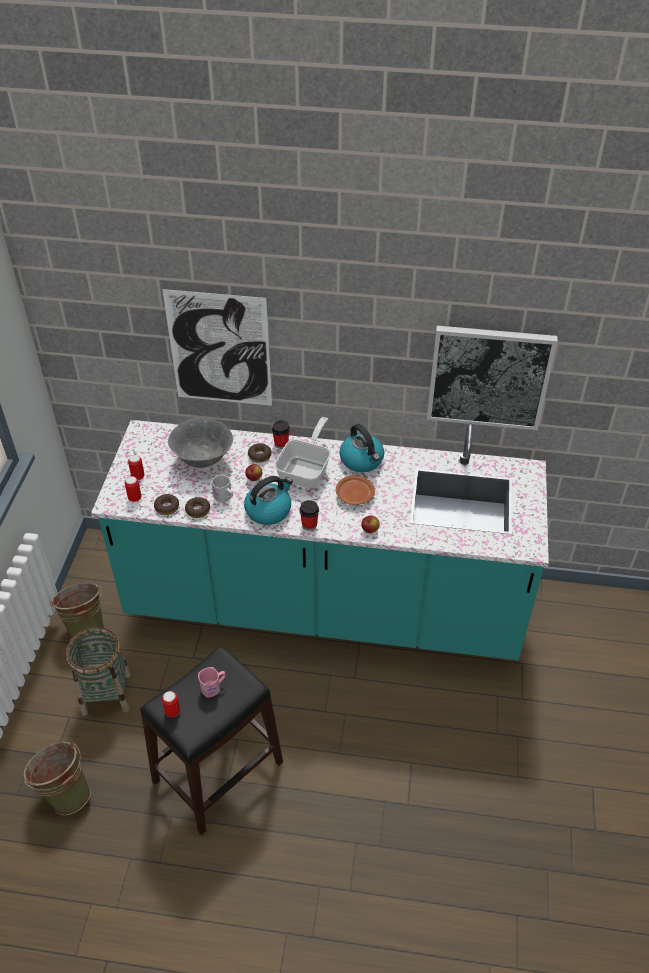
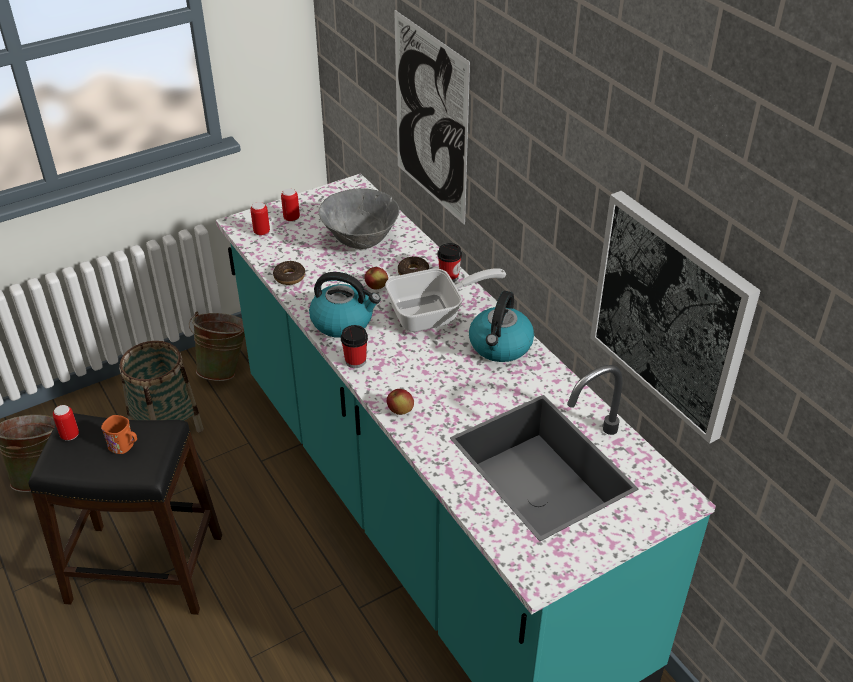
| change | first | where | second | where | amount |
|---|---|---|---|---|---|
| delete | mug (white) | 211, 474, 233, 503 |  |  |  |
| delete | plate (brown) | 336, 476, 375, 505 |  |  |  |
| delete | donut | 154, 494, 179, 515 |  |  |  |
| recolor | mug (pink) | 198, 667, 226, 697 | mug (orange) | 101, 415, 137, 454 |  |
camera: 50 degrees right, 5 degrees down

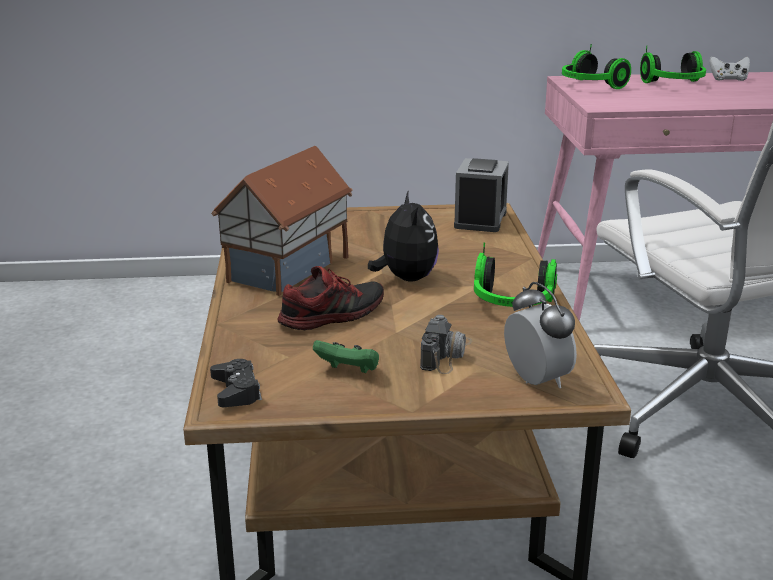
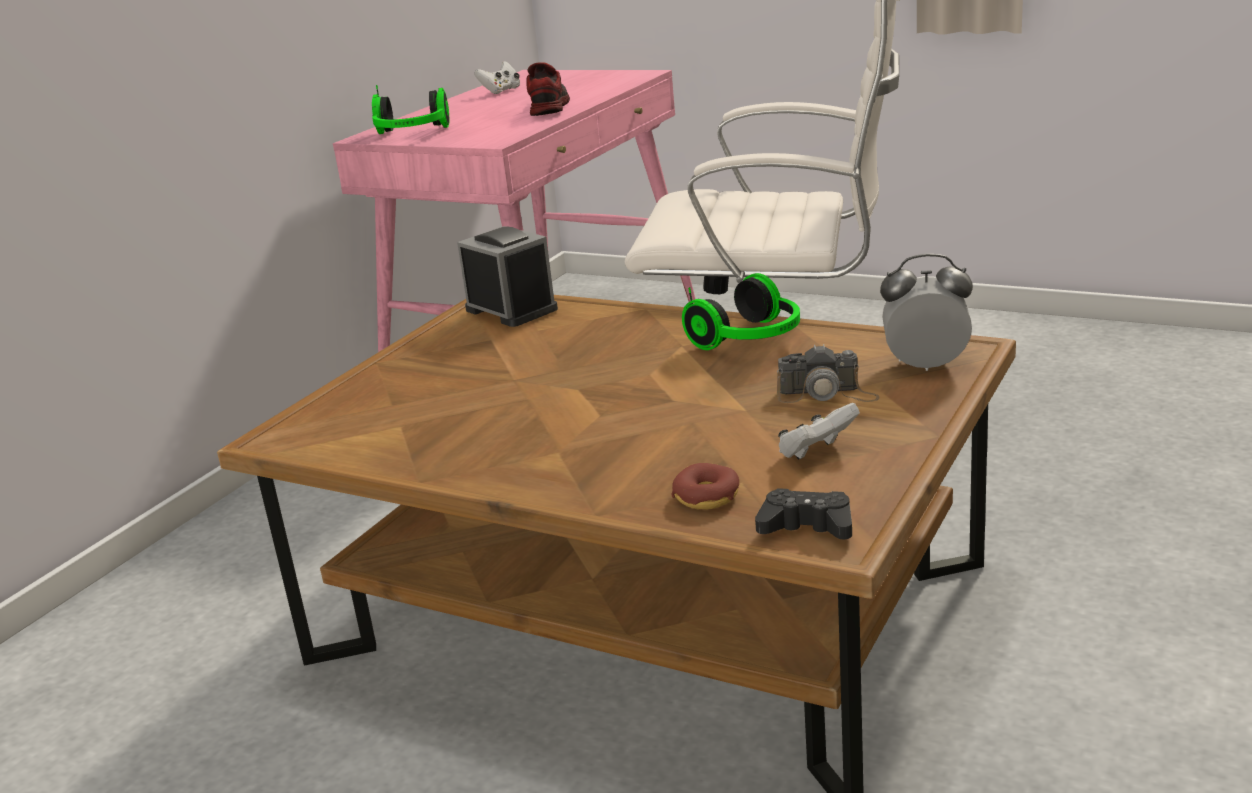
| change | first | where | second | where | amount |
|---|---|---|---|---|---|
| delete | headphones | 640, 46, 706, 83 |  |  |  |
| delete | toy house | 211, 146, 353, 296 |  |  |  |
| delete | plush toy | 368, 190, 439, 281 |  |  |  |
| move | shoe | 277, 266, 384, 330 |  | 526, 62, 570, 116 |  |
| rotate | photo camera | 420, 315, 473, 374 |  | 777, 344, 879, 403 | 135 degrees clockwise |
| recolor | game controller (green) | 313, 340, 379, 373 | game controller (white) | 778, 403, 860, 460 |  |
| insert |  |  | donut | 672, 463, 739, 510 |  |
camera: 55 degrees left, 0 degrees up

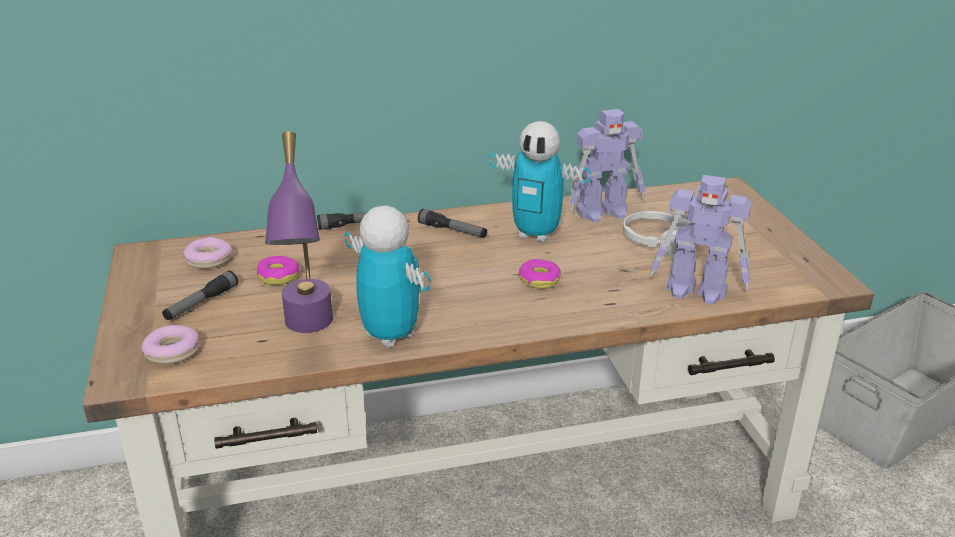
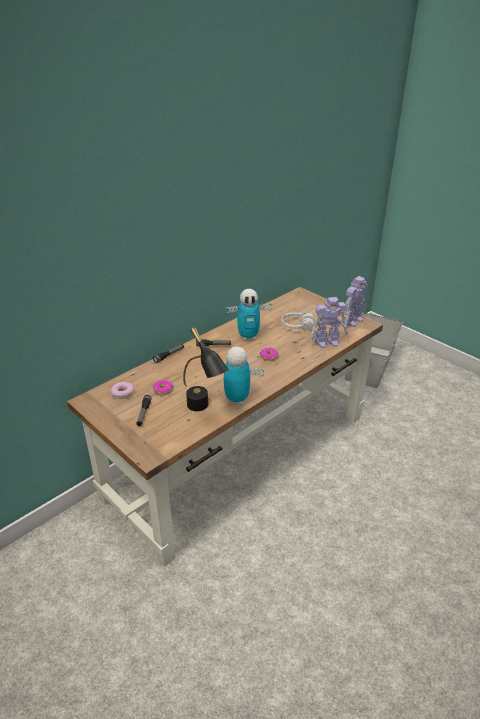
| change | first | where | second | where | amount |
|---|---|---|---|---|---|
| move | toy robot | 569, 109, 645, 223 |  | 342, 276, 367, 327 |  |
| recolor | table lamp (purple) | 265, 131, 333, 333 | table lamp (black) | 183, 327, 229, 411 |  |
| delete | donut | 141, 325, 199, 364 |  |  |  |
camera: 30 degrees left, 5 degrees up

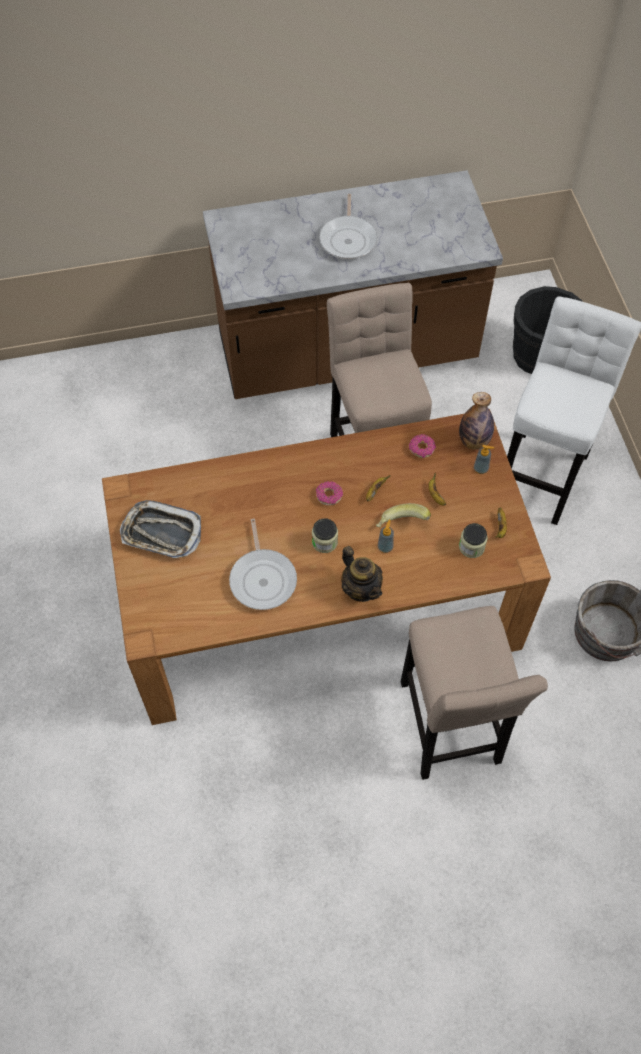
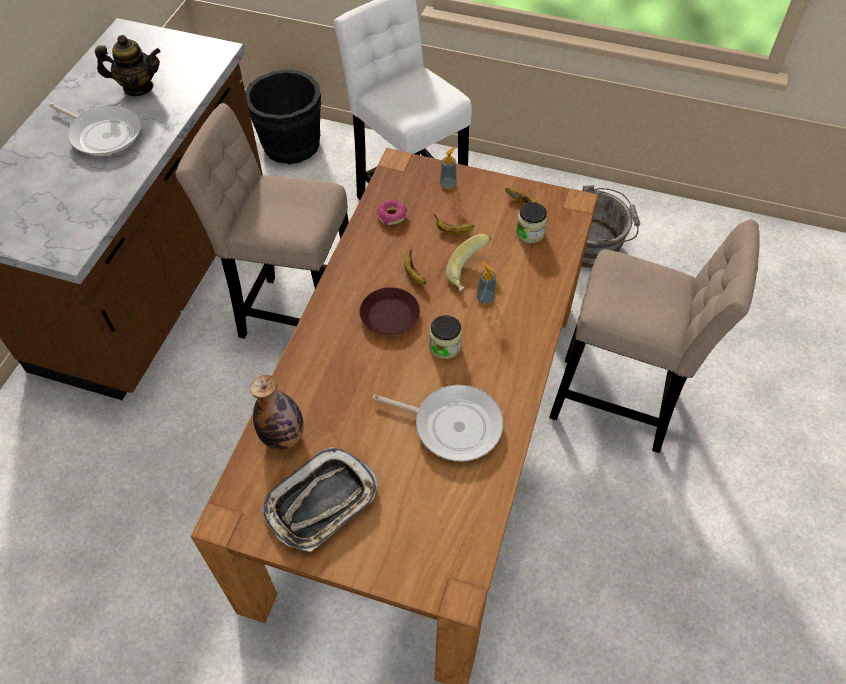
| change | first | where | second | where | amount |
|---|---|---|---|---|---|
| move | bottle | 459, 392, 494, 450 |  | 250, 375, 304, 450 |  |
| replace | donut | 316, 481, 343, 506 | plate (brown) | 360, 287, 420, 336 |  |
| move | teapot | 341, 546, 383, 602 |  | 95, 35, 161, 96 |  |
camera: 60 degrees left, 5 degrees down

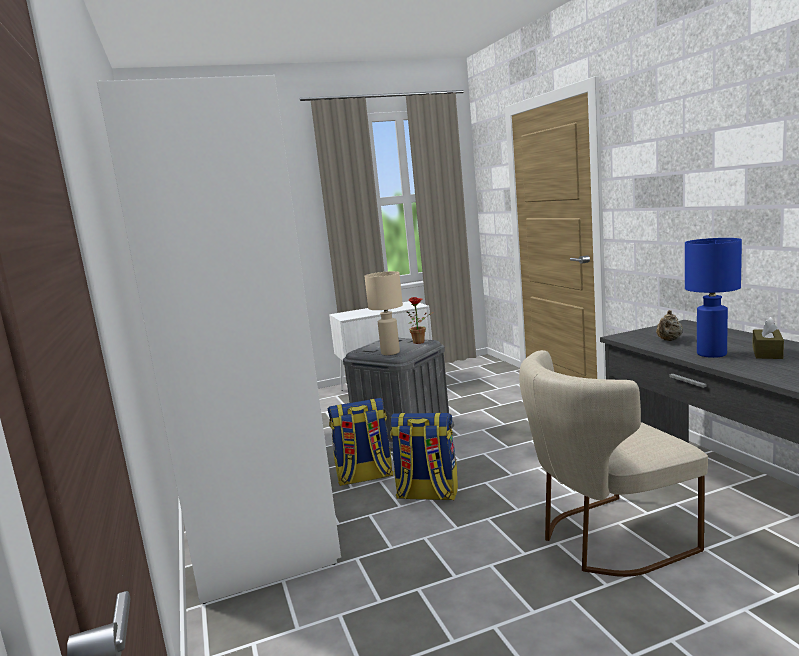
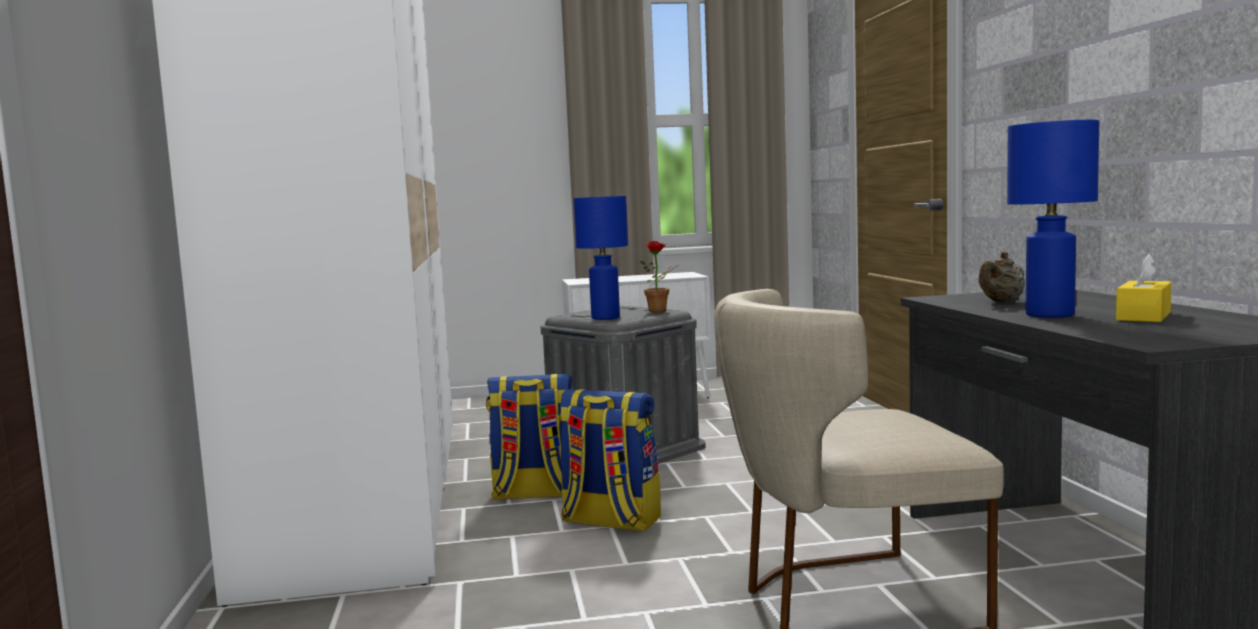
| change | first | where | second | where | amount |
|---|---|---|---|---|---|
| recolor | table lamp (beige) | 364, 271, 403, 355 | table lamp (blue) | 574, 196, 628, 320 |  |
| recolor | tissue box (brown) | 752, 317, 784, 359 | tissue box (yellow) | 1116, 254, 1172, 322 |  |
camera: 10 degrees right, 5 degrees down

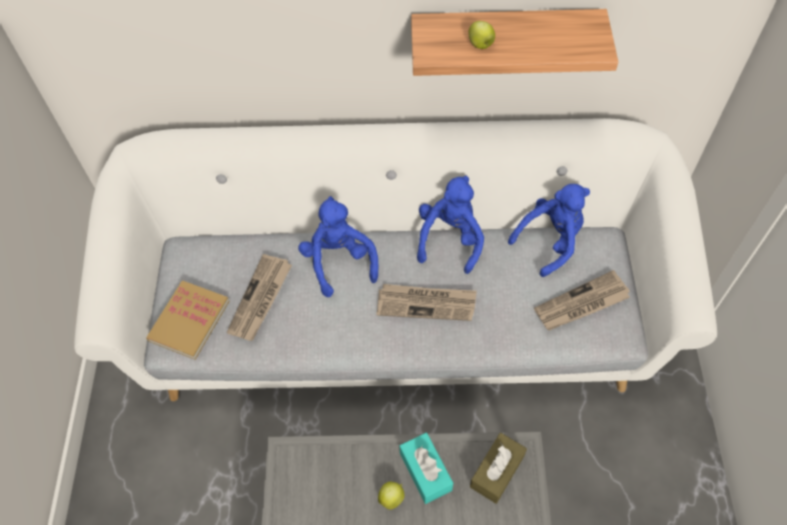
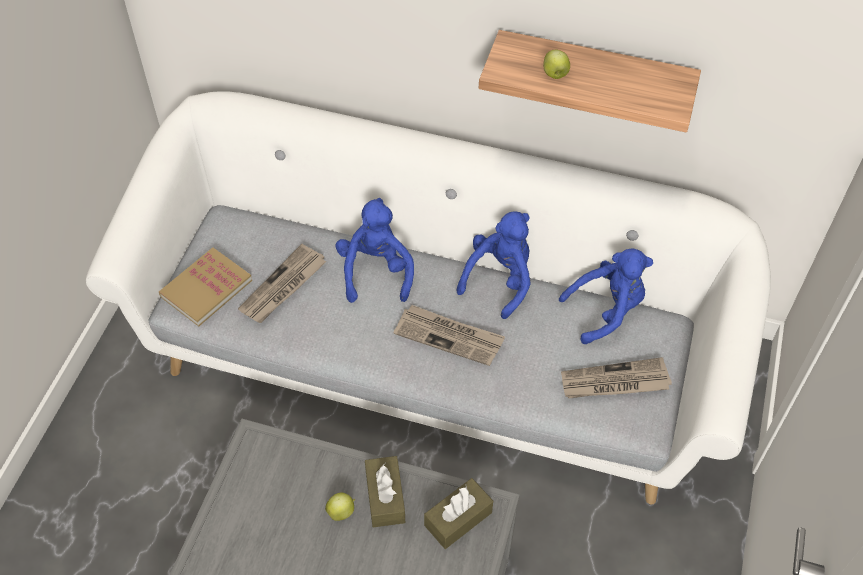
| change | first | where | second | where | amount |
|---|---|---|---|---|---|
| recolor | tissue box (turquoise) | 400, 433, 453, 504 | tissue box (brown) | 365, 456, 405, 527 |  |
camera: 15 degrees right, 5 degrees down

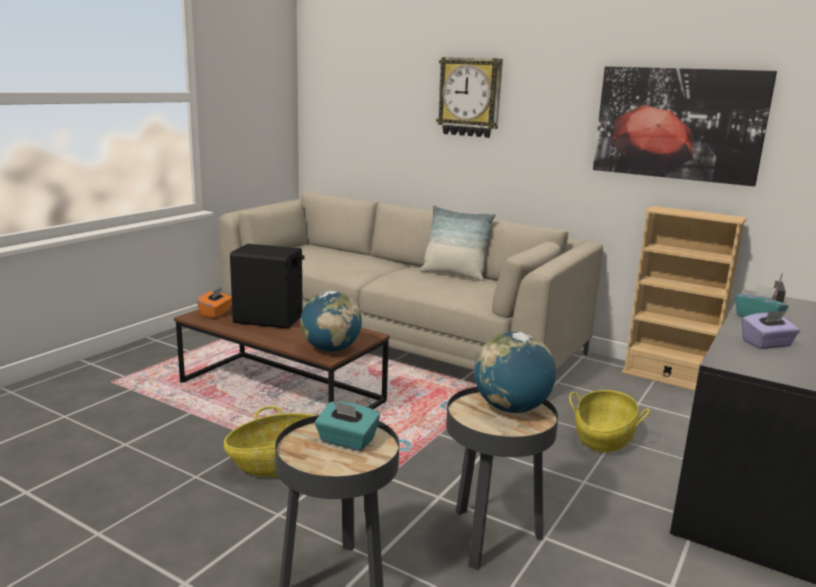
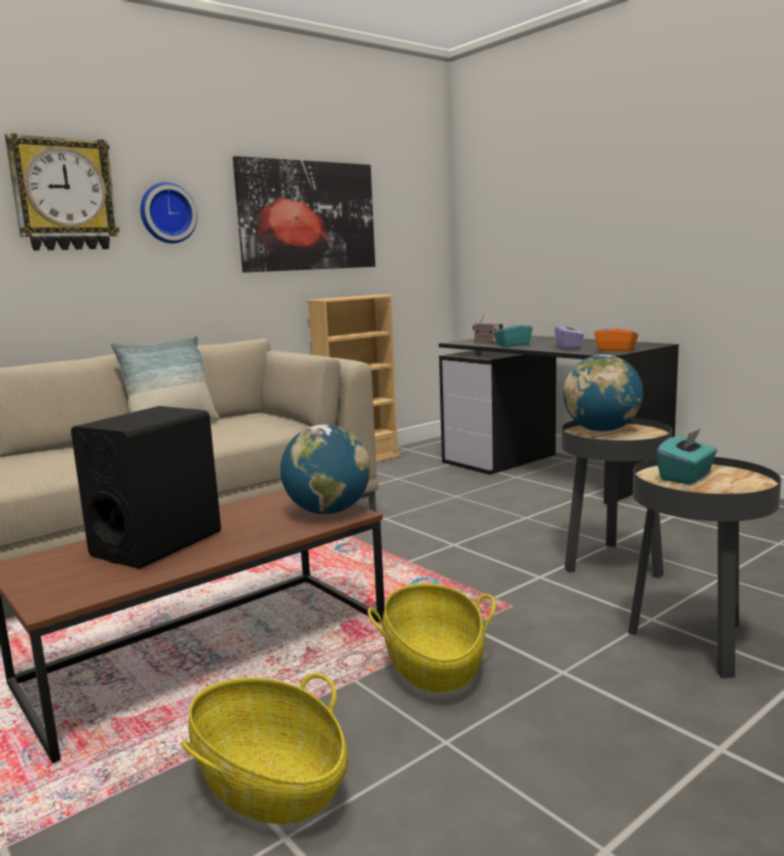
| change | first | where | second | where | amount |
|---|---|---|---|---|---|
| move | tissue box (orange) | 197, 287, 232, 318 |  | 594, 320, 639, 352 |  |
| move | basket | 569, 390, 650, 453 |  | 182, 673, 348, 824 |  |
| insert |  |  | wall clock | 140, 182, 197, 243 |  |
camera: 70 degrees left, 5 degrees down

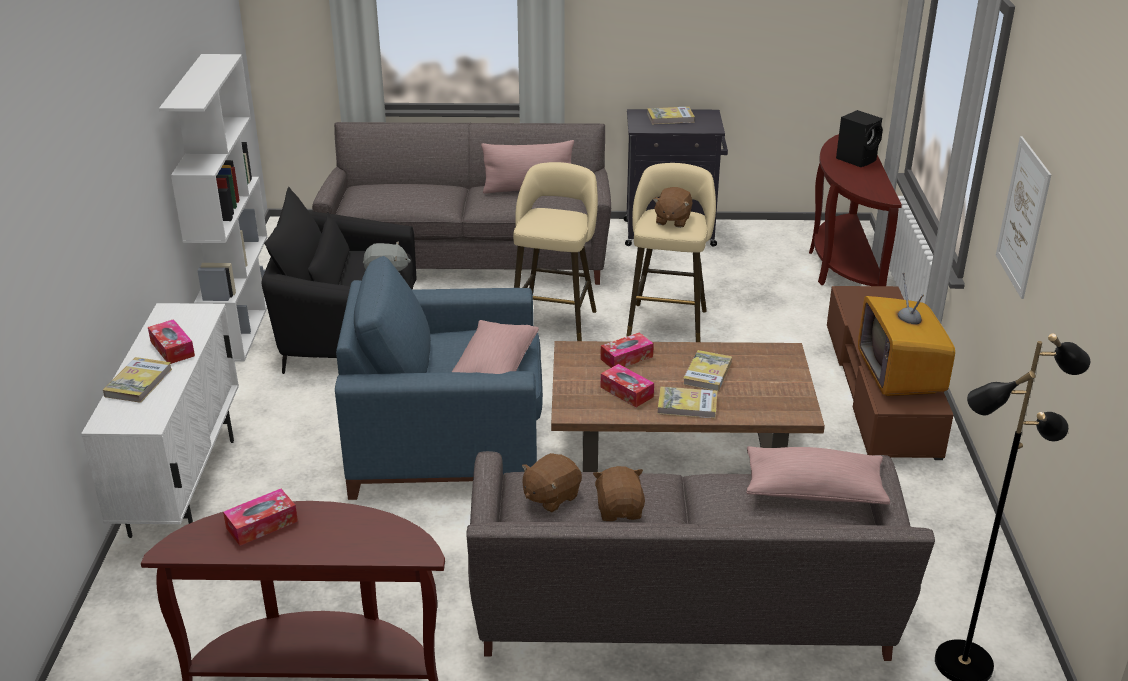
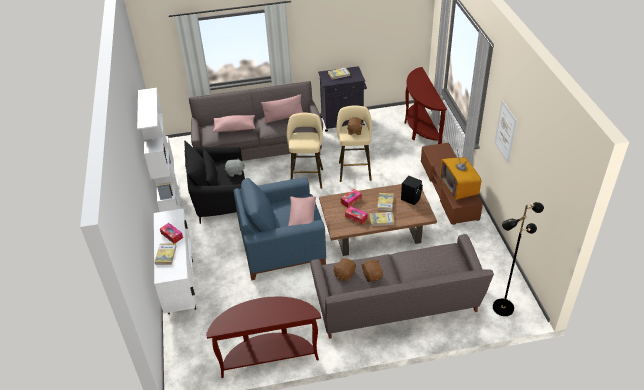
| change | first | where | second | where | amount |
|---|---|---|---|---|---|
| move | speaker (black) | 836, 110, 883, 167 |  | 401, 176, 423, 205 |  |
| move | pillow (pink) | 746, 446, 890, 505 |  | 213, 115, 255, 132 |  |
| delete | tissue box | 223, 489, 298, 546 |  |  |  |
camera: 10 degrees left, 10 degrees up

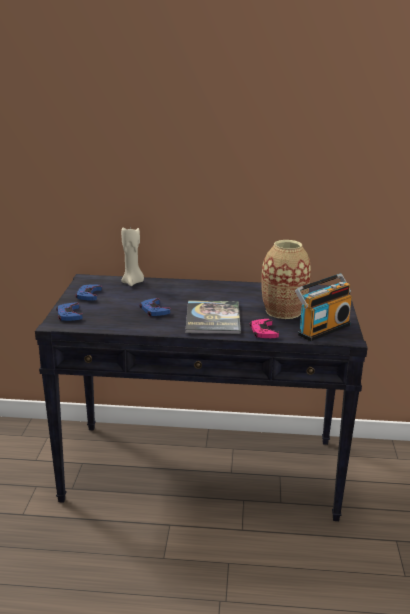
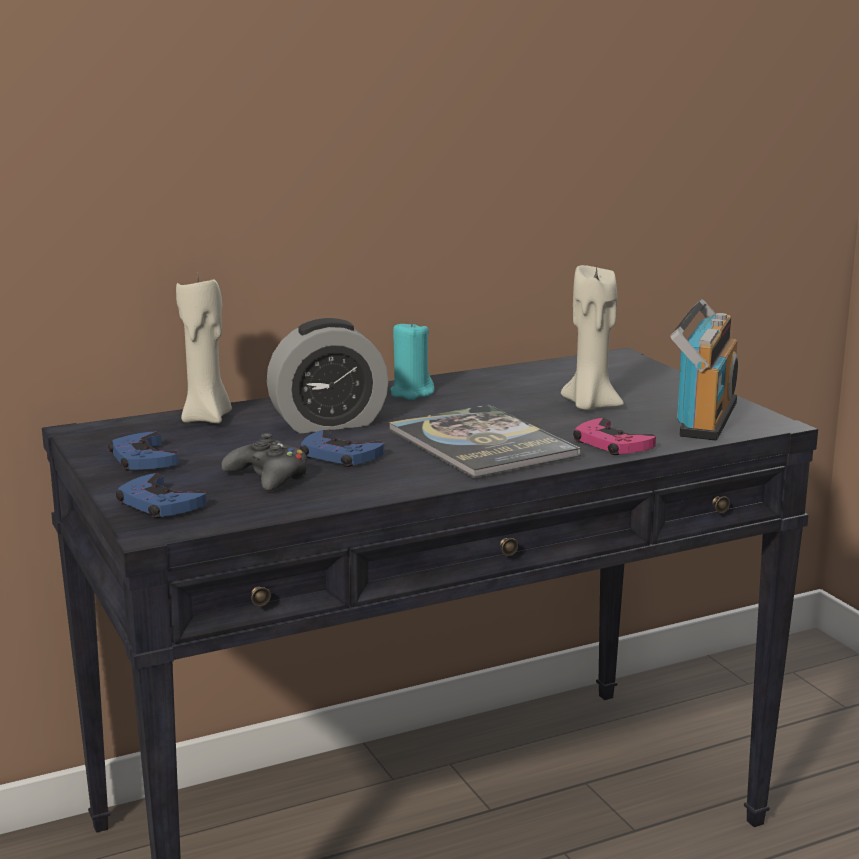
| change | first | where | second | where | amount |
|---|---|---|---|---|---|
| replace | vase | 261, 240, 311, 319 | candle (beige) | 561, 265, 624, 410 |  |
| insert |  |  | alarm clock | 267, 318, 389, 433 |  |
| insert |  |  | candle (turquoise) | 390, 320, 435, 400 |  |
| insert |  |  | game controller (black) | 221, 433, 308, 491 |  |
camera: 30 degrees left, 5 degrees down

